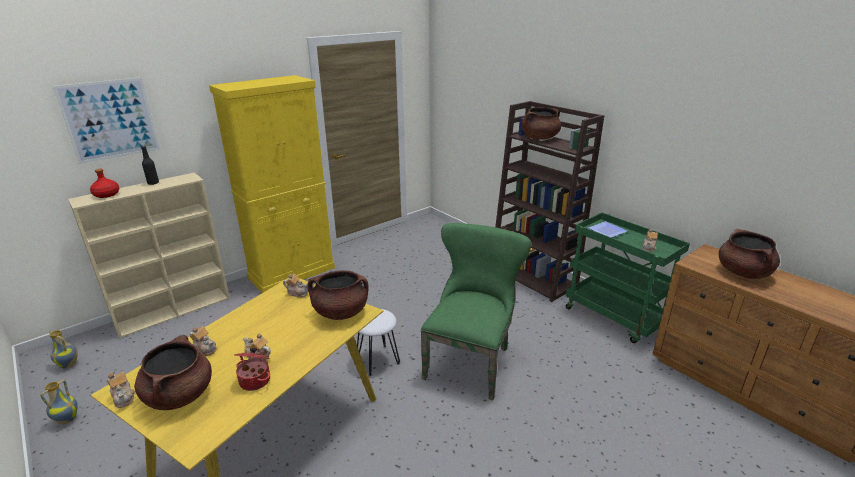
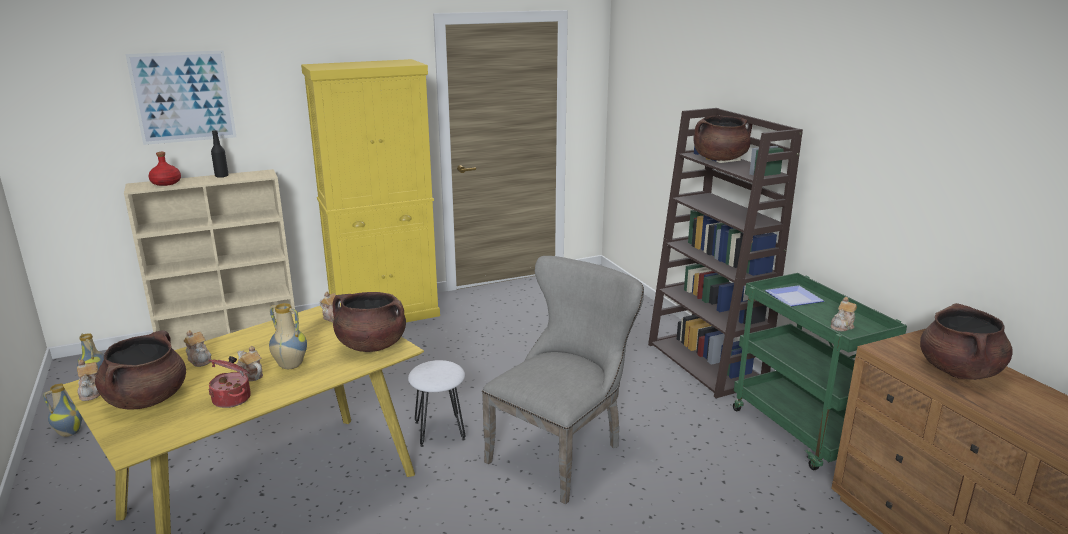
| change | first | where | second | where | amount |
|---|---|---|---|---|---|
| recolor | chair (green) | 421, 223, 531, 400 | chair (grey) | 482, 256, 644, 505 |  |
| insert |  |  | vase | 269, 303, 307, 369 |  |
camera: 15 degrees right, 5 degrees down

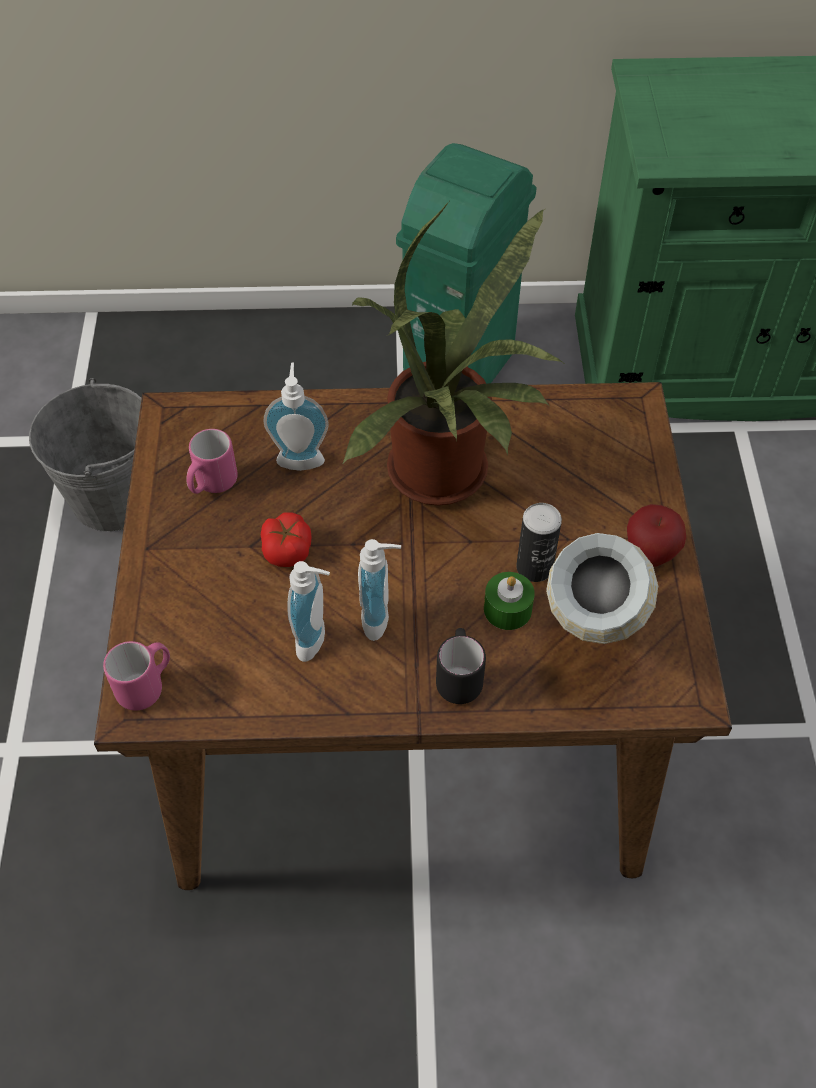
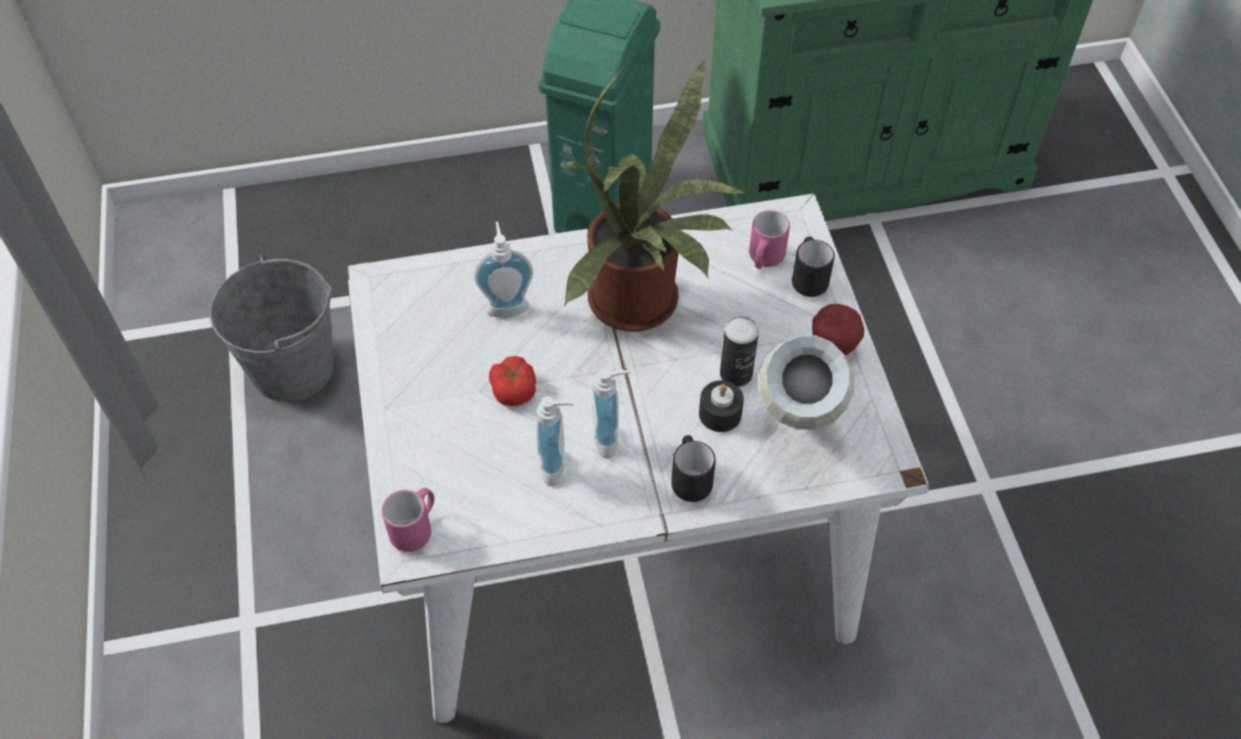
| change | first | where | second | where | amount |
|---|---|---|---|---|---|
| recolor | dining table (brown) | 94, 382, 732, 890 | dining table (white) | 346, 193, 930, 723 |  |
| move | mug (pink) | 186, 429, 238, 494 |  | 749, 210, 790, 269 |  |
| recolor | candle (green) | 484, 572, 535, 630 | candle (black) | 699, 380, 744, 432 |  |
| insert |  |  | mug (black) | 792, 237, 835, 297 |  |
camera: 10 degrees left, 0 degrees up

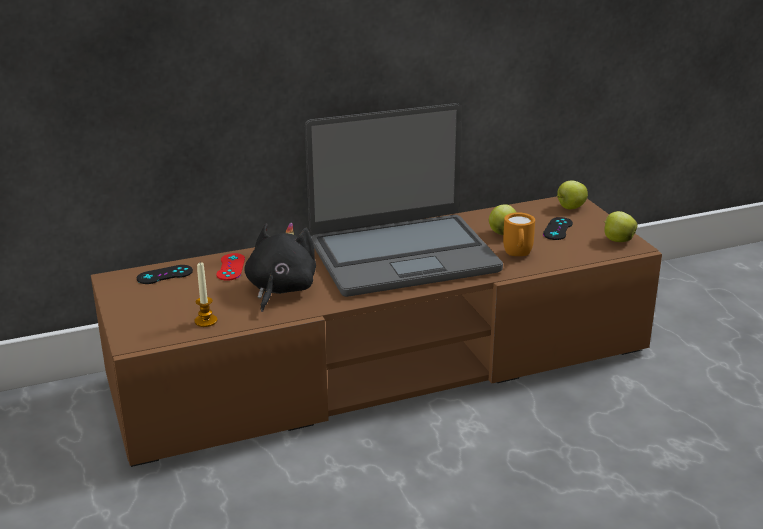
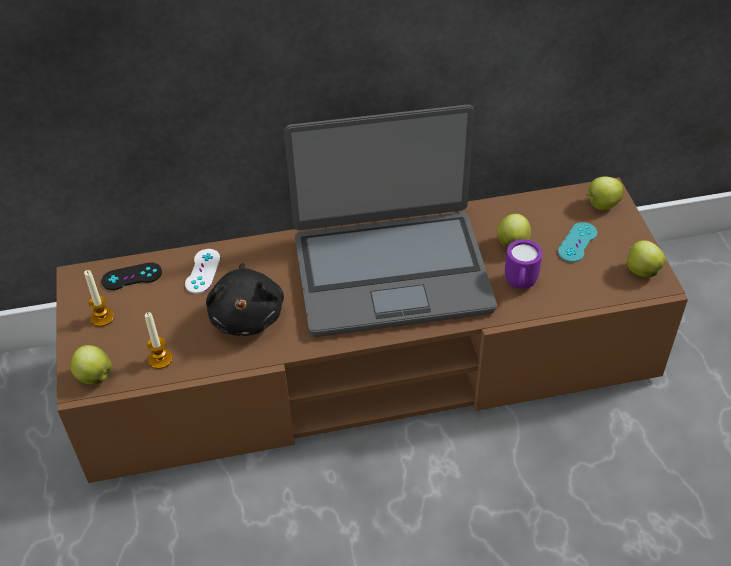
| change | first | where | second | where | amount |
|---|---|---|---|---|---|
| recolor | mug (orange) | 503, 212, 535, 256 | mug (purple) | 505, 239, 543, 289 |  |
| recolor | game controller (black) | 543, 217, 573, 240 | game controller (turquoise) | 558, 222, 597, 262 |  |
| rotate | plush toy (black) | 245, 223, 316, 312 |  | 206, 263, 284, 336 | 150 degrees clockwise |
| recolor | game controller (red) | 216, 253, 245, 281 | game controller (white) | 185, 249, 220, 294 |  |
| insert |  |  | candle | 84, 270, 114, 327 |  |
| insert |  |  | apple | 71, 345, 112, 384 |  |
camera: 10 degrees right, 20 degrees up

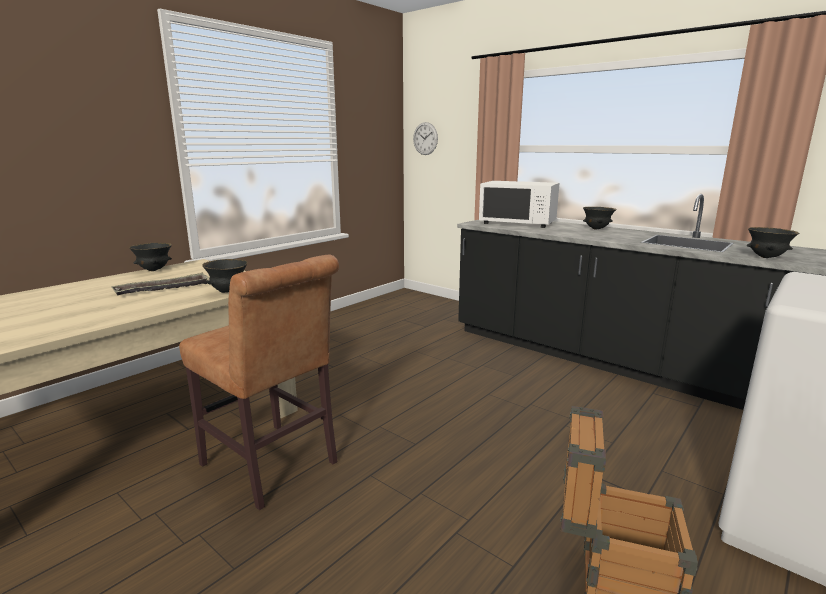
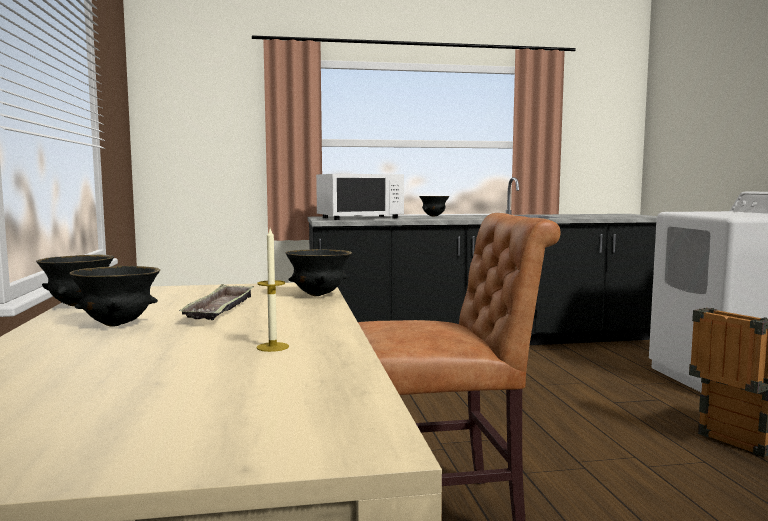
| change | first | where | second | where | amount |
|---|---|---|---|---|---|
| delete | wall clock | 413, 122, 438, 155 |  |  |  |
| move | bowl (black) | 747, 227, 799, 258 |  | 69, 266, 160, 327 |  |
| insert |  |  | candle | 257, 229, 289, 352 |  |
camera: 50 degrees left, 10 degrees down

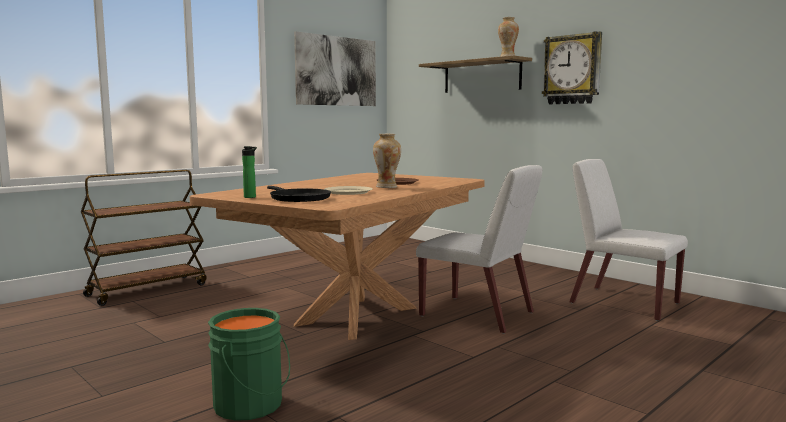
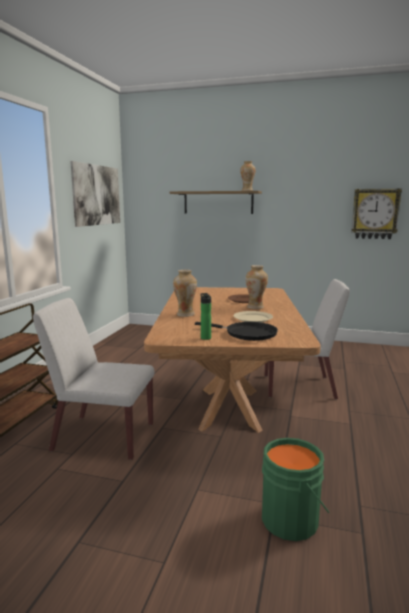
| change | first | where | second | where | amount |
|---|---|---|---|---|---|
| move | wall clock | 542, 31, 602, 104 |  | 351, 188, 402, 239 |  |
| move | chair (white) | 569, 159, 688, 321 |  | 33, 298, 154, 460 |  |
| insert |  |  | vase | 173, 270, 197, 317 |  |
camera: 30 degrees left, 5 degrees up

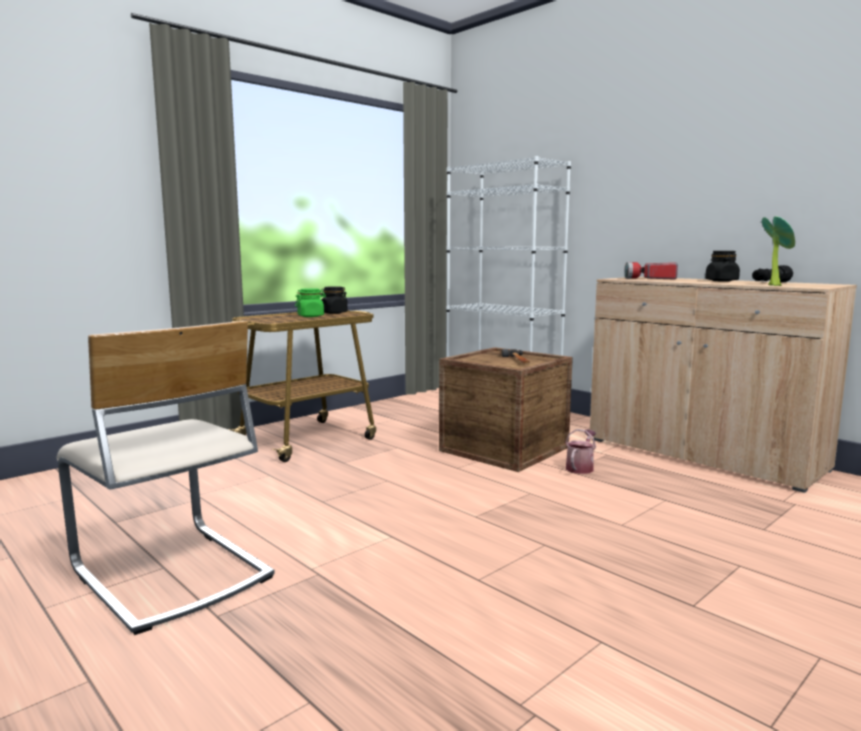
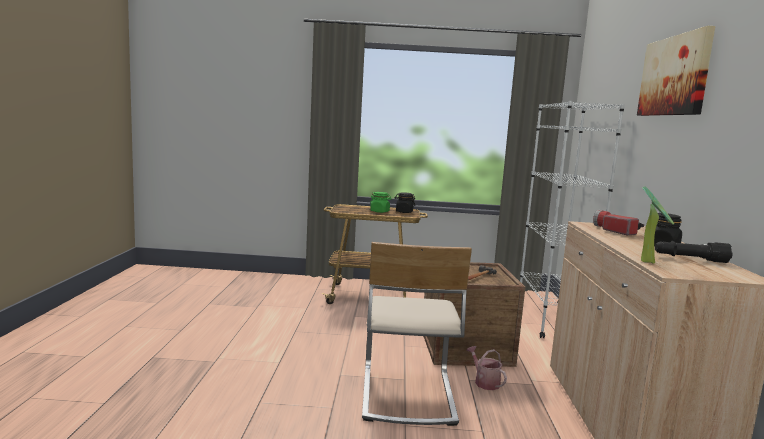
| change | first | where | second | where | amount |
|---|---|---|---|---|---|
| move | chair (beige) | 57, 321, 275, 635 |  | 362, 242, 472, 426 |  |
| rotate | watering can | 565, 429, 596, 474 |  | 467, 346, 507, 390 | 105 degrees counterclockwise |
| insert |  |  | picture | 637, 26, 715, 116 |  |
camera: 45 degrees right, 0 degrees up

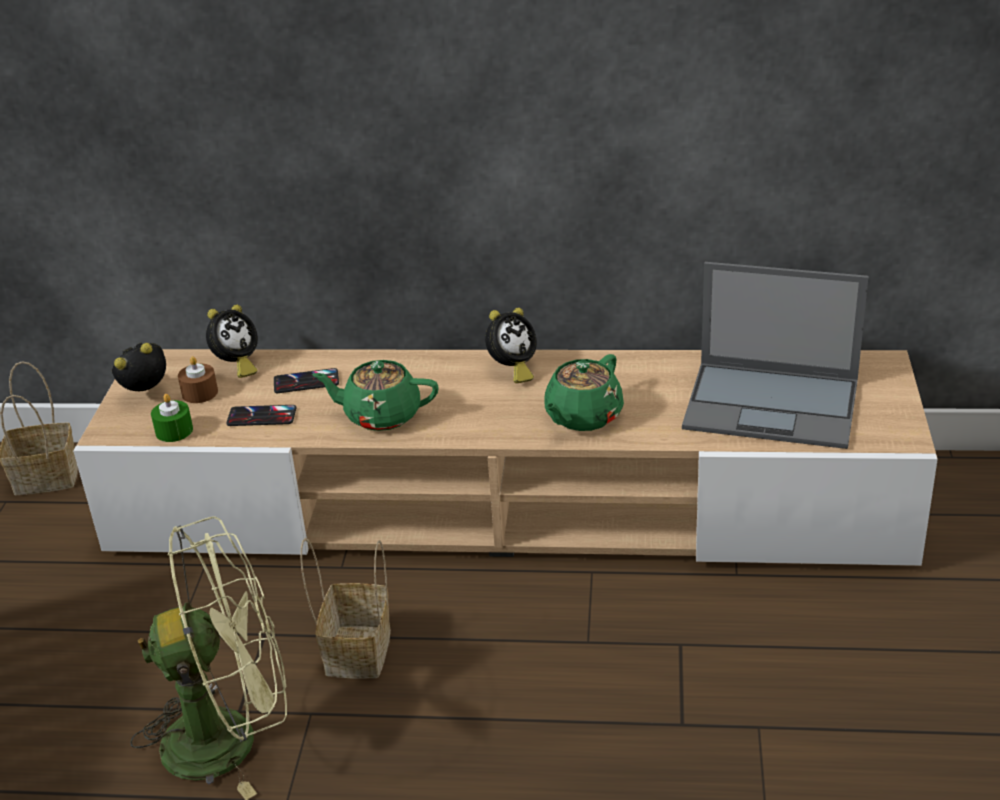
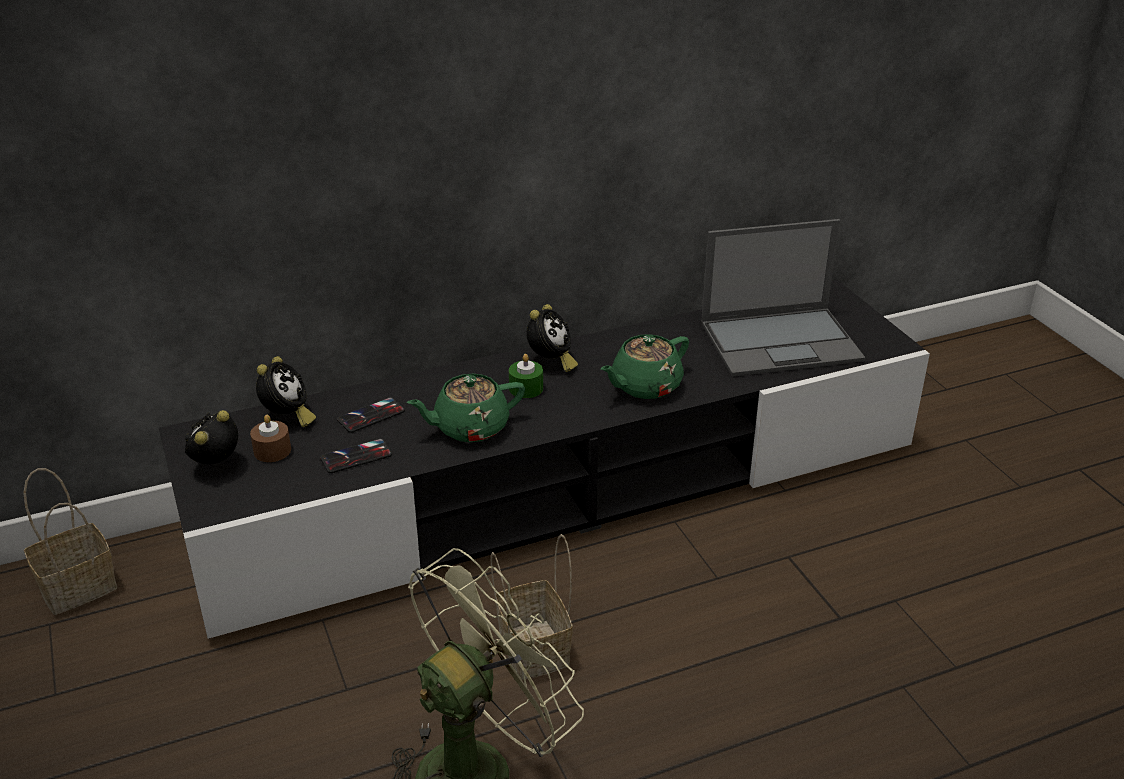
| change | first | where | second | where | amount |
|---|---|---|---|---|---|
| recolor | tv stand (beige) | 73, 349, 938, 566 | tv stand (black) | 159, 280, 930, 639 |  |
| rotate | teapot (green) | 544, 354, 624, 431 |  | 601, 334, 689, 399 | 45 degrees clockwise |
| move | candle (green) | 151, 394, 193, 442 |  | 509, 354, 543, 398 |  |
camera: 30 degrees left, 0 degrees up

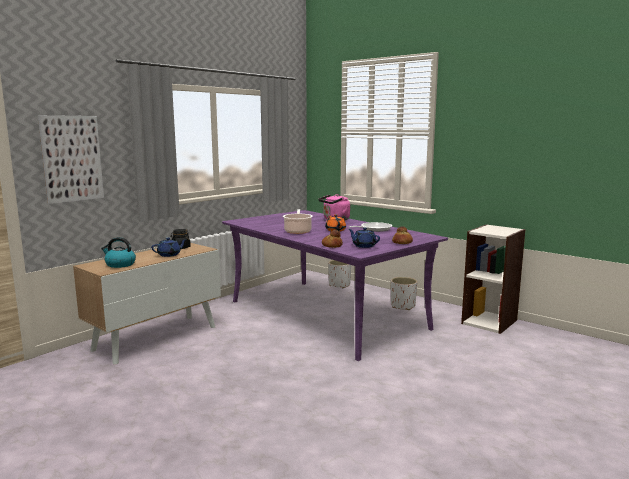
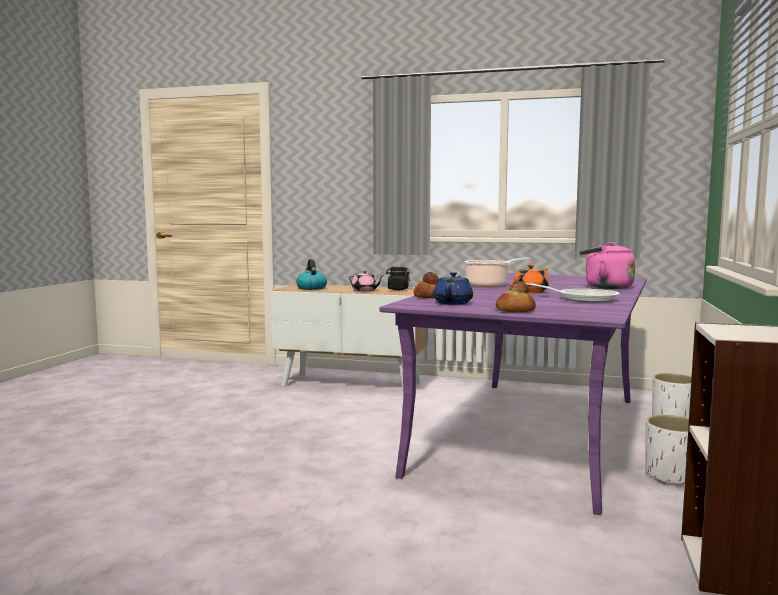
| change | first | where | second | where | amount |
|---|---|---|---|---|---|
| delete | picture | 38, 115, 104, 204 |  |  |  |
| recolor | teapot (blue) | 151, 238, 187, 257 | teapot (pink) | 348, 270, 383, 291 |  |
camera: 65 degrees right, 5 degrees down

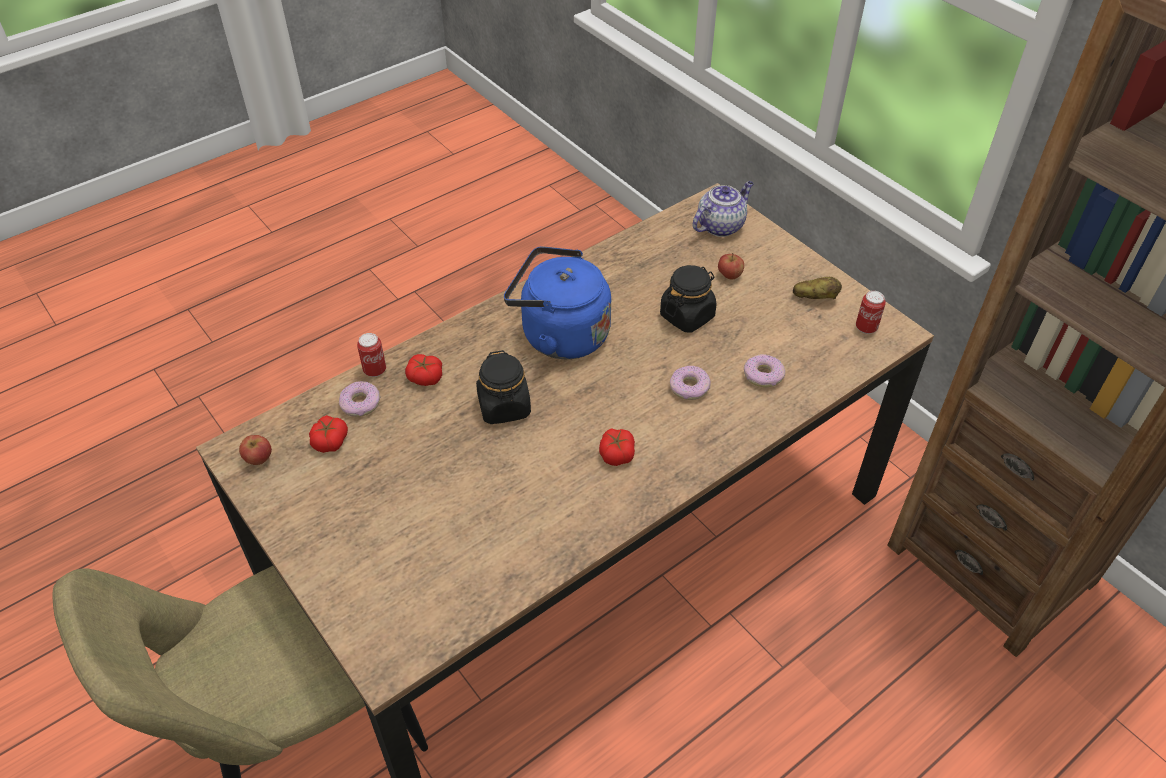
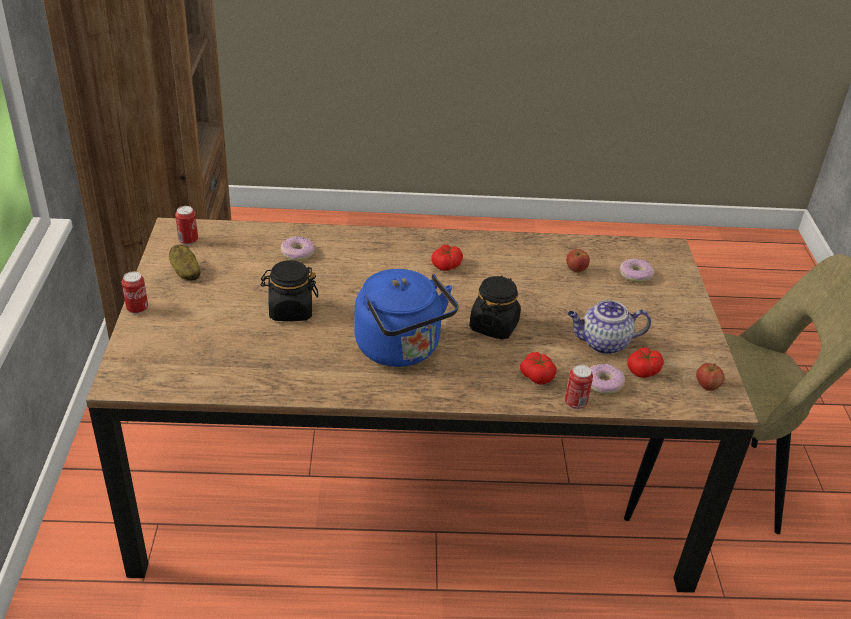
| change | first | where | second | where | amount |
|---|---|---|---|---|---|
| move | teapot | 692, 181, 754, 237 |  | 567, 300, 651, 354 |  |
| move | apple | 718, 253, 744, 280 |  | 566, 249, 590, 273 |  |
| move | donut | 670, 366, 711, 400 |  | 620, 259, 655, 283 |  |
| insert |  |  | can | 122, 271, 148, 314 |  |
camera: 145 degrees left, 10 degrees down

